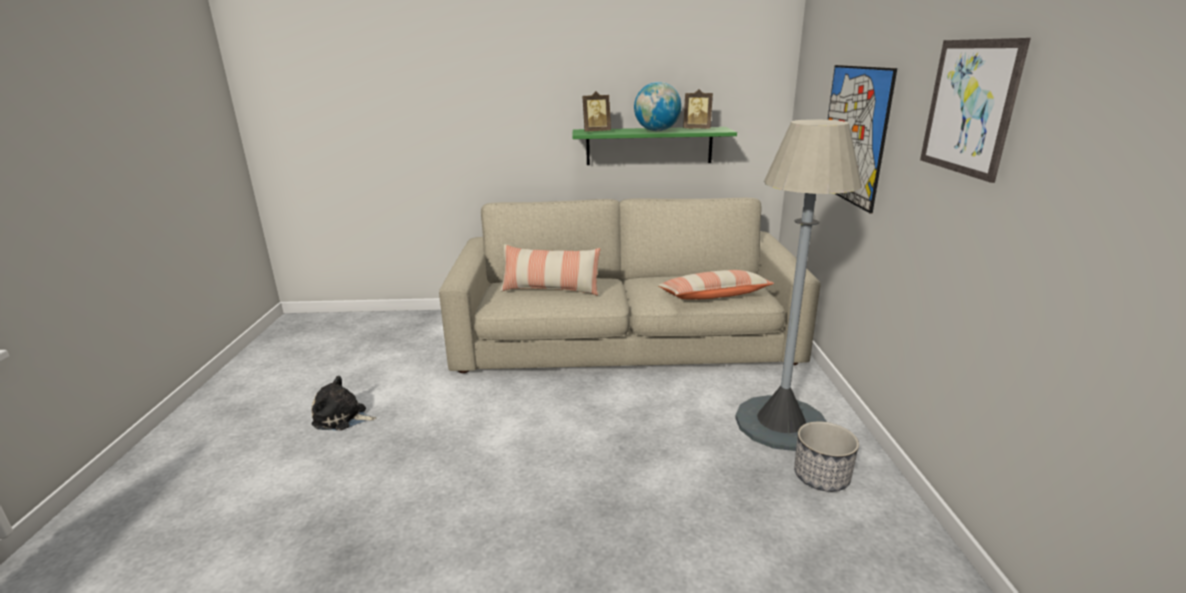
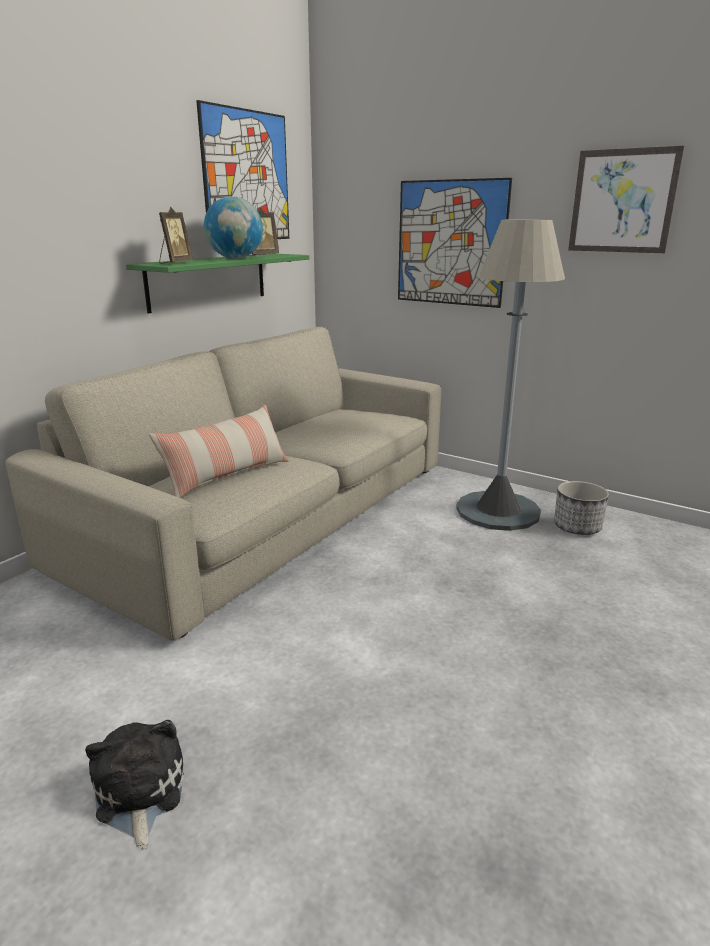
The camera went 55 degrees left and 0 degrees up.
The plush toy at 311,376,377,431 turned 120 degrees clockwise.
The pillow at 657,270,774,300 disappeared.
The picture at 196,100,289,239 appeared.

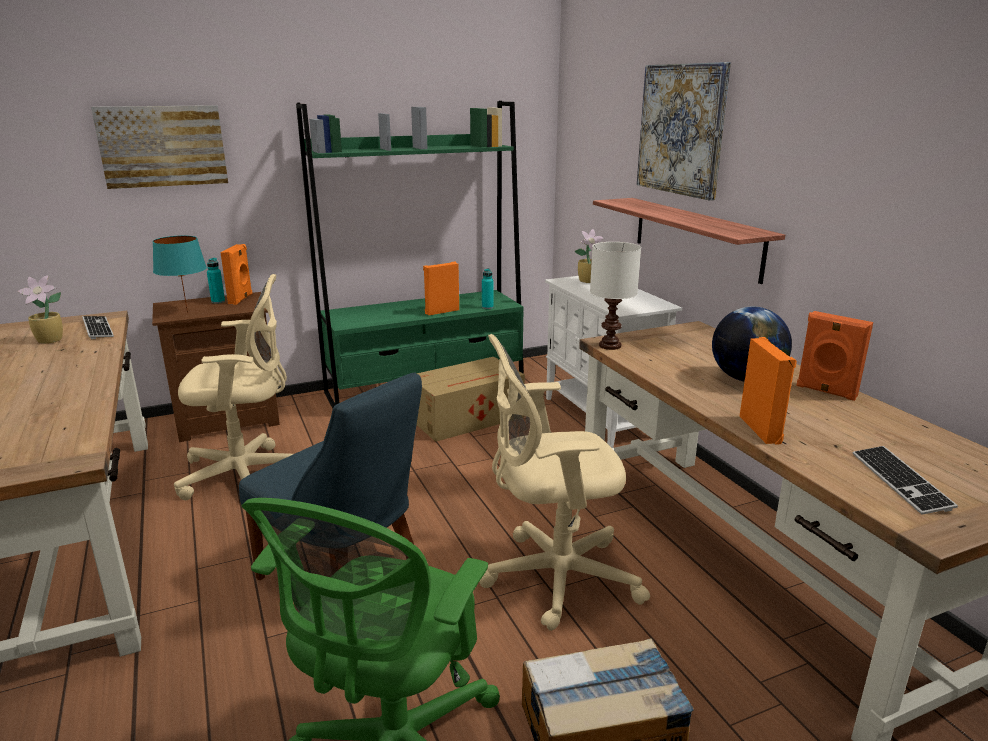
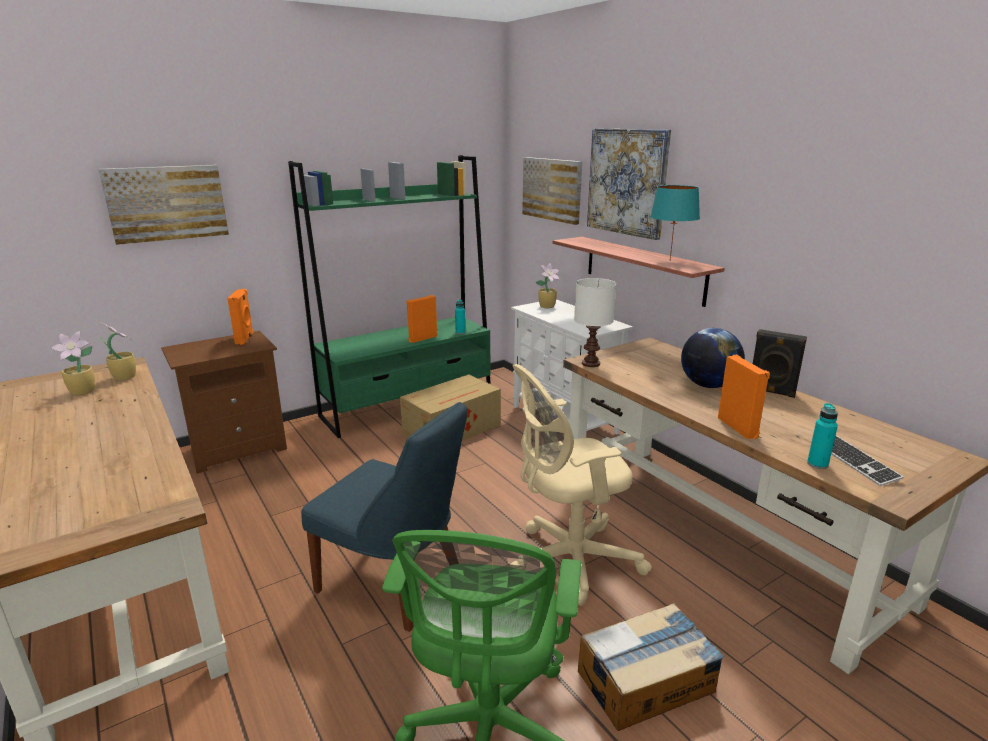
The camera went 10 degrees left and 0 degrees up.
The keyboard at 82,316,114,339 was replaced by the potted plant at 100,322,136,381.
The turquoise table lamp moved from 153,236,207,313 to 650,185,700,260.
The beige office chair at 174,274,293,500 disappeared.
The turquoise bottle moved from 207,258,225,304 to 807,403,838,469.
The orange speaker at 796,311,873,401 became the black speaker at 753,329,807,398.
The picture at 522,157,582,225 appeared.

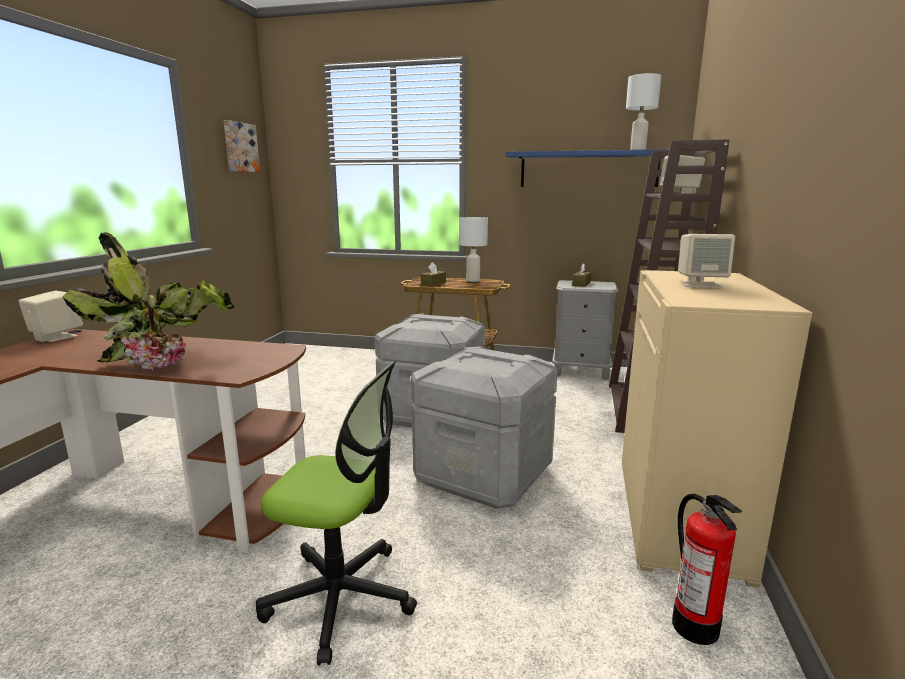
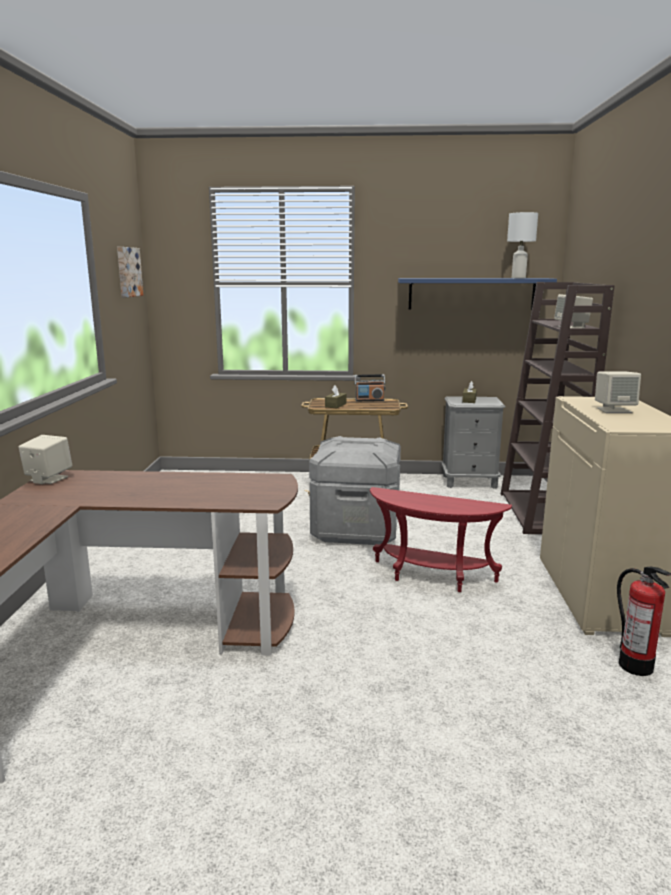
The camera went 10 degrees left and 0 degrees up.
The potted plant at 63,232,234,370 disappeared.
The office chair at 256,361,417,665 disappeared.
The grey storage box at 411,347,558,509 was replaced by the red side table at 370,487,512,592.
The white table lamp at 459,217,488,282 was replaced by the radio at 354,374,385,401.

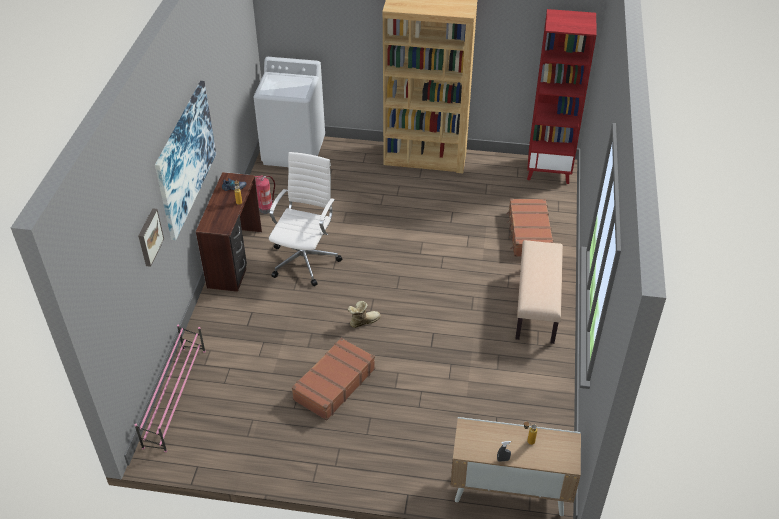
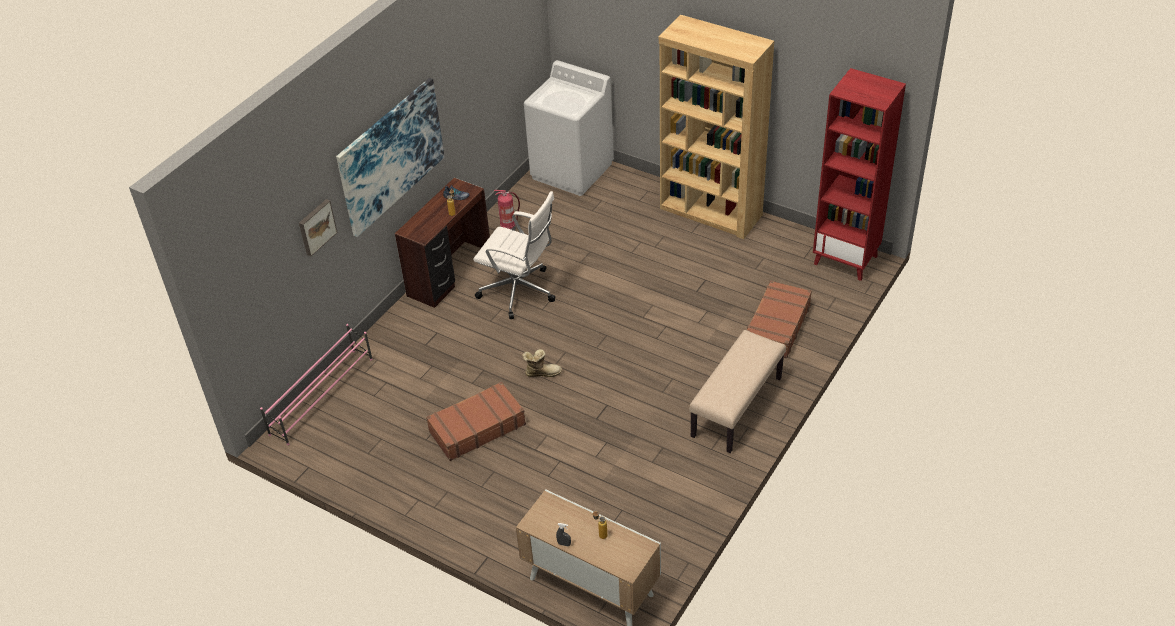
The camera went 25 degrees right and 0 degrees up.
The white office chair at 269,152,342,286 turned 75 degrees clockwise.

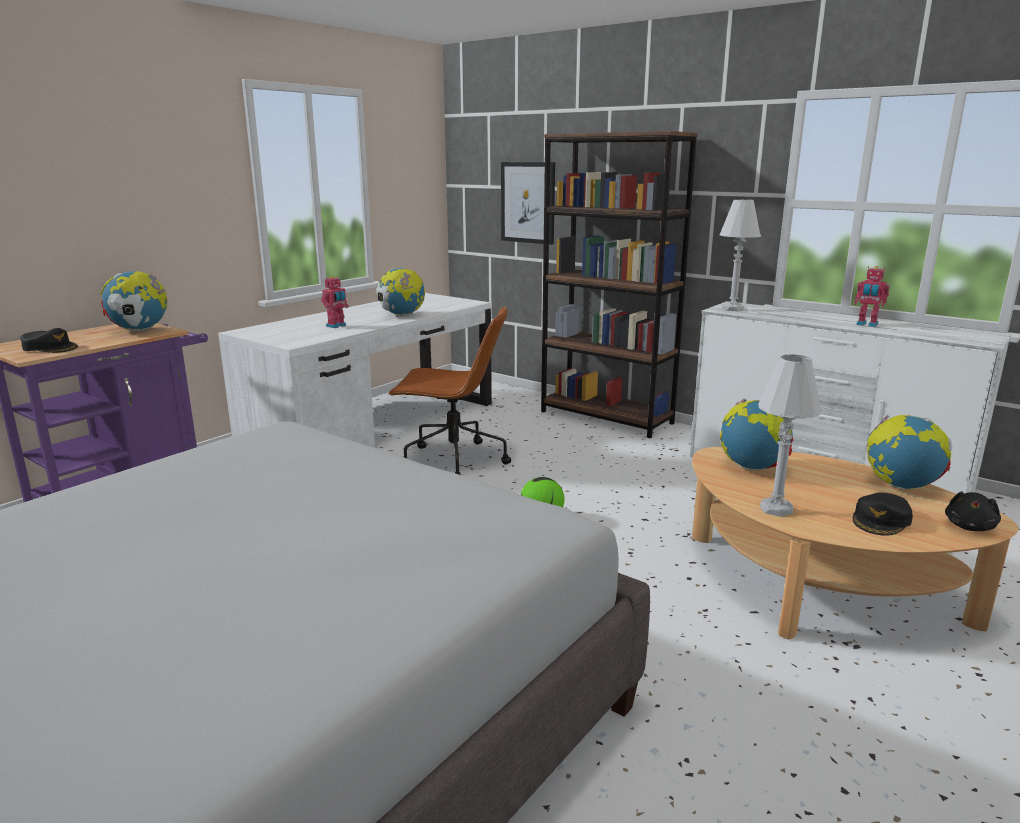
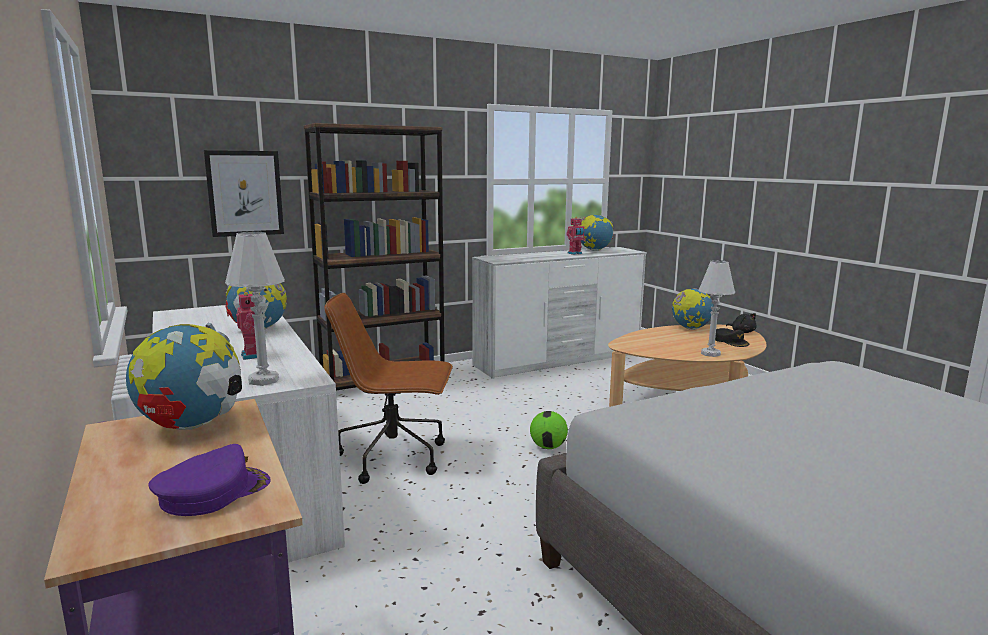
The camera went 65 degrees left and 5 degrees down.
The black cap at 20,328,78,353 became the purple cap at 148,444,271,516.
The brown office chair at 388,306,511,475 turned 120 degrees counterclockwise.
The white table lamp moved from 720,199,761,311 to 225,232,285,386.
The globe moved from 720,398,793,470 to 579,215,614,251.

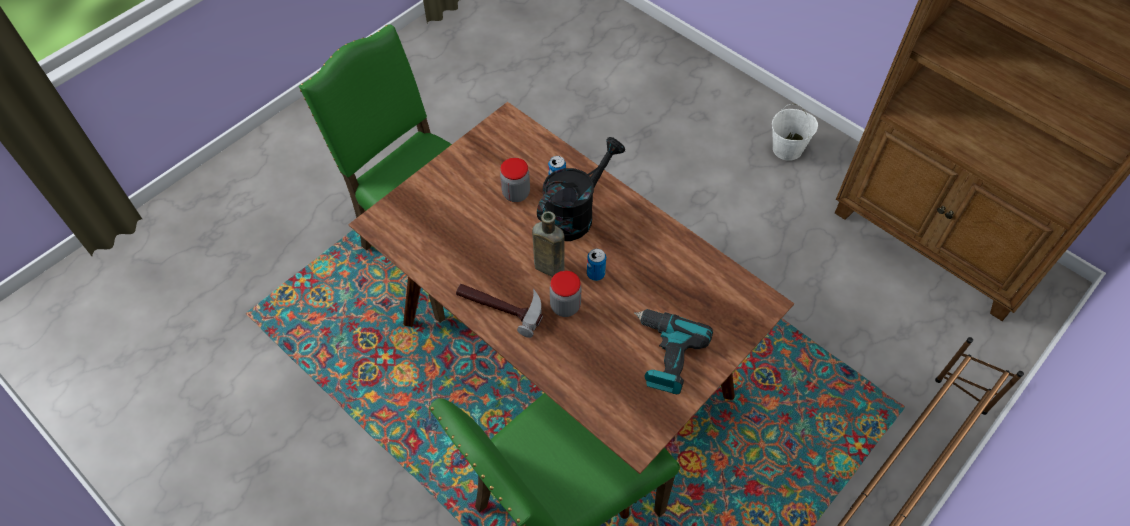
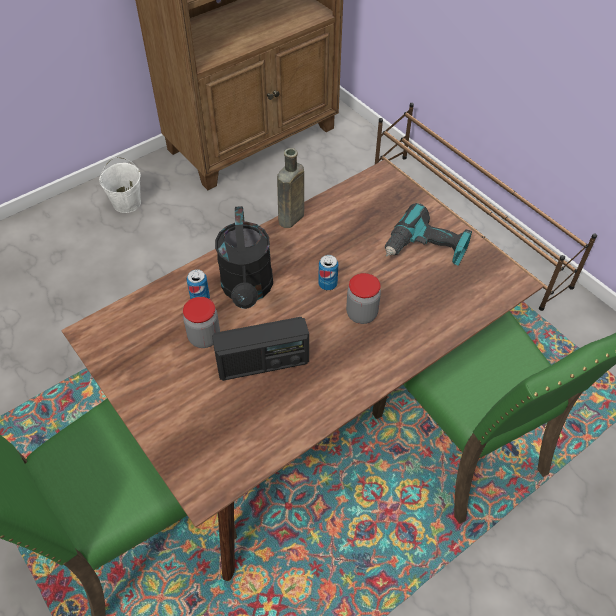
The camera went 80 degrees left and 5 degrees down.
The hammer at 456,284,543,338 disappeared.
The brown bottle moved from 532,211,565,277 to 277,148,304,228.
The black watering can at 537,137,625,241 turned 150 degrees counterclockwise.
The radio at 212,317,309,381 appeared.

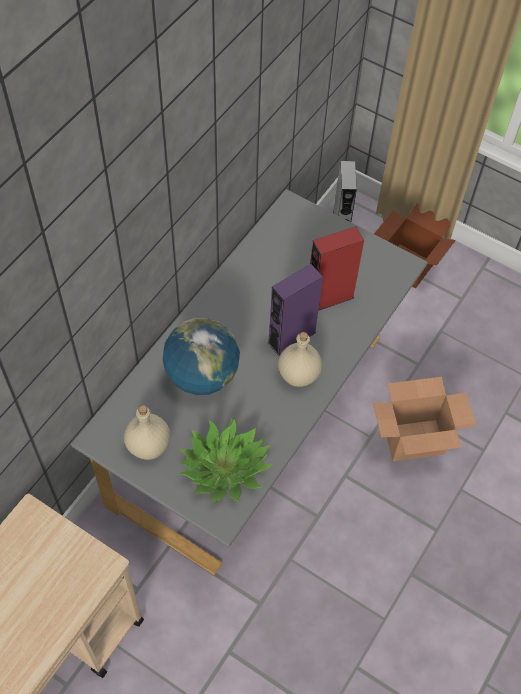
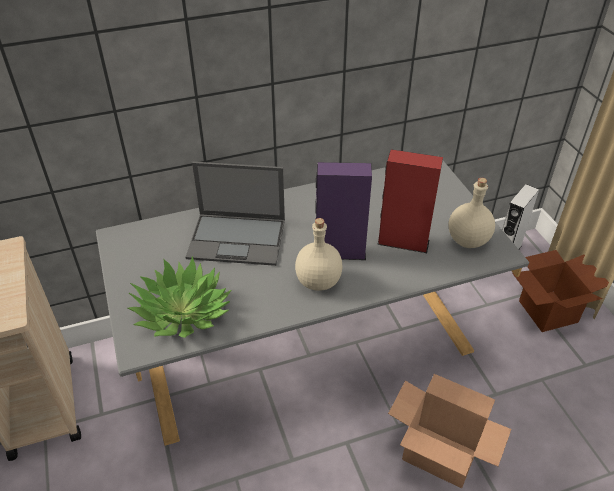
The camera went 40 degrees right and 15 degrees down.
The beige bottle moved from 124,405,170,460 to 448,178,495,248.
The globe at 163,318,240,395 was replaced by the laptop at 185,162,285,266.

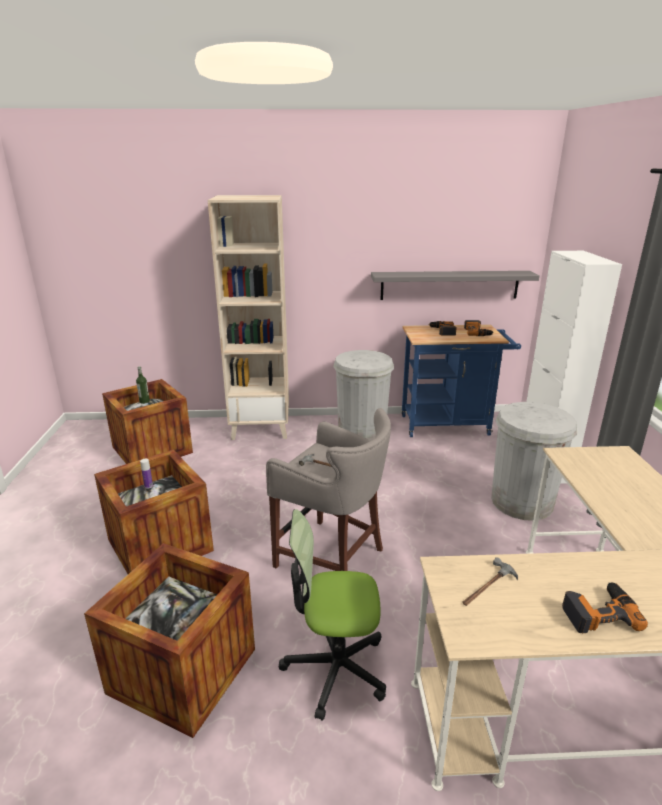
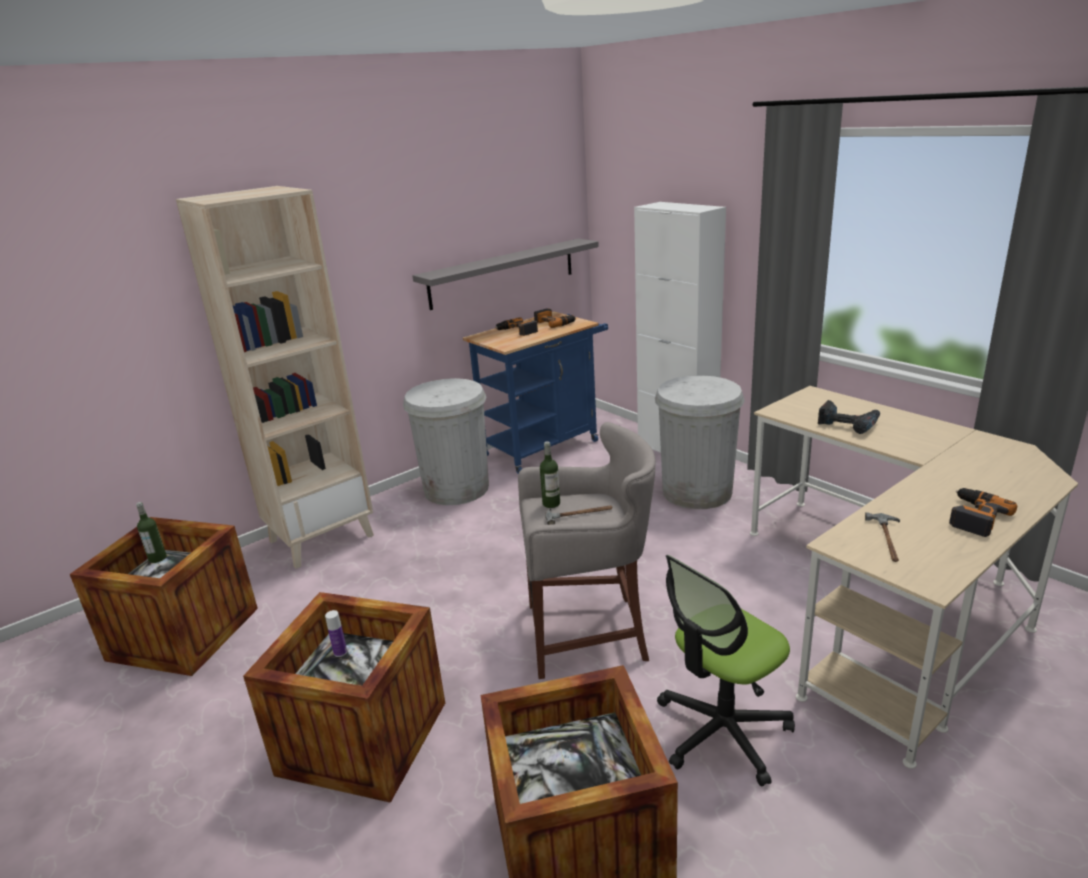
The camera went 35 degrees left and 0 degrees up.
The bottle at 540,441,560,508 appeared.
The power drill at 818,400,880,434 appeared.

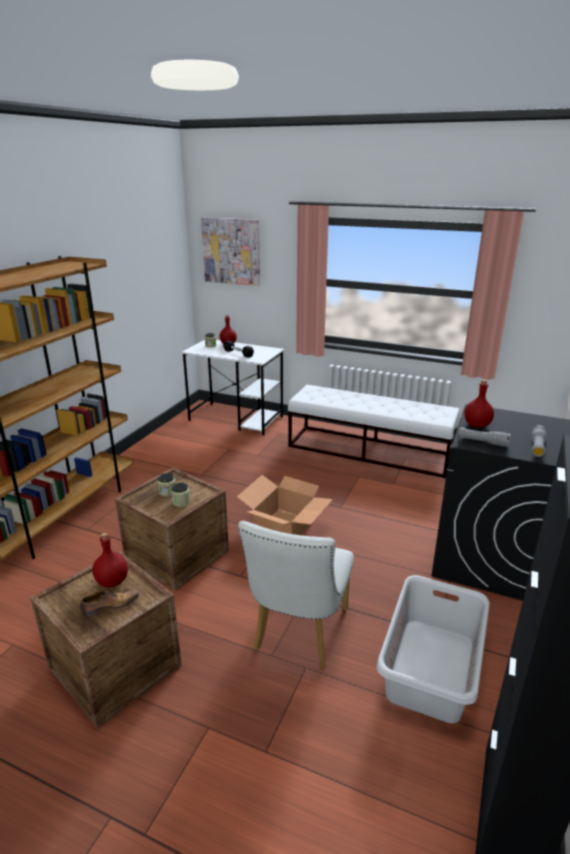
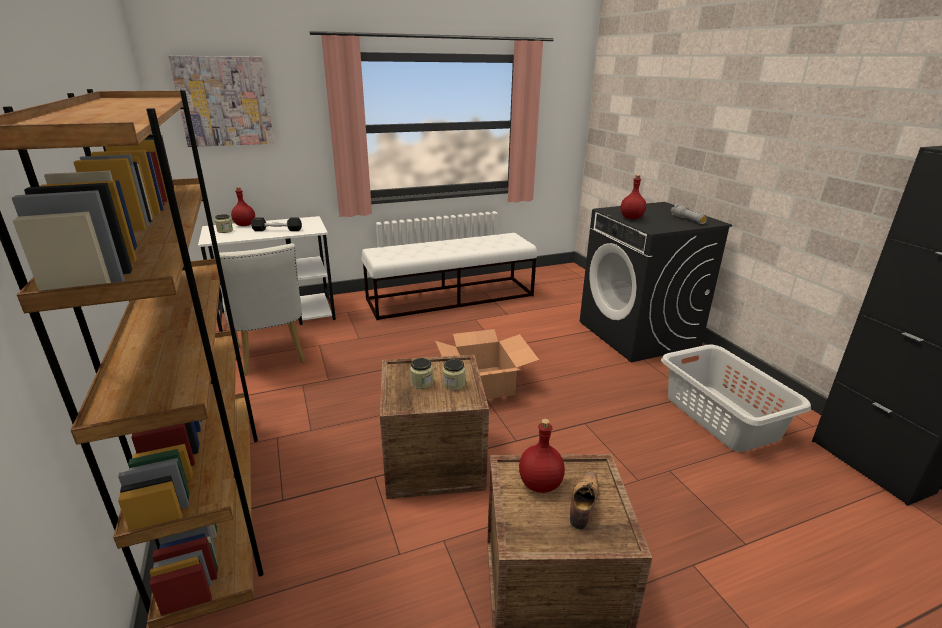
The camera went 45 degrees left and 0 degrees up.
The white chair moved from 238,521,354,668 to 214,243,306,376.
The grey flashlight at 458,427,511,447 disappeared.

